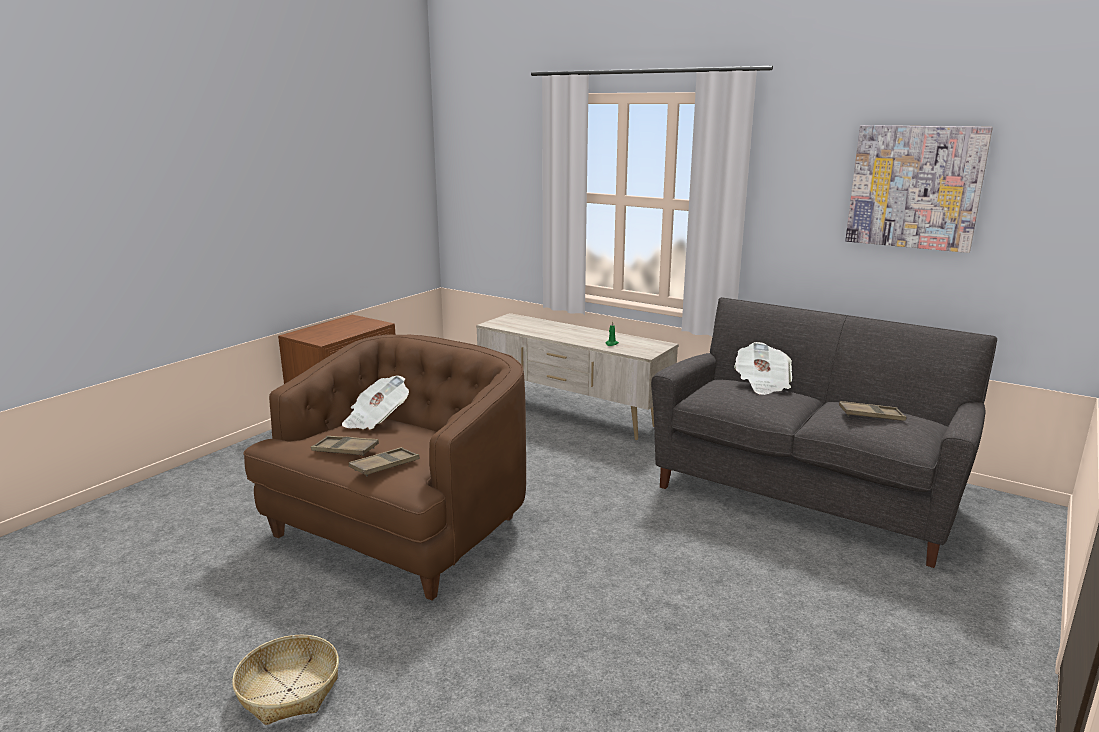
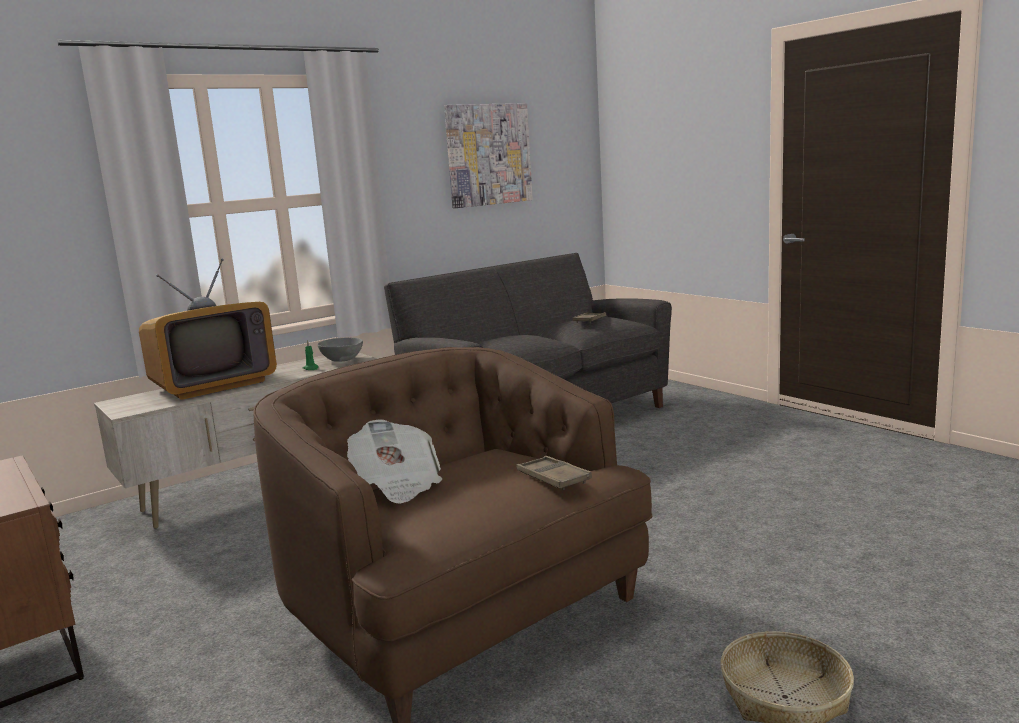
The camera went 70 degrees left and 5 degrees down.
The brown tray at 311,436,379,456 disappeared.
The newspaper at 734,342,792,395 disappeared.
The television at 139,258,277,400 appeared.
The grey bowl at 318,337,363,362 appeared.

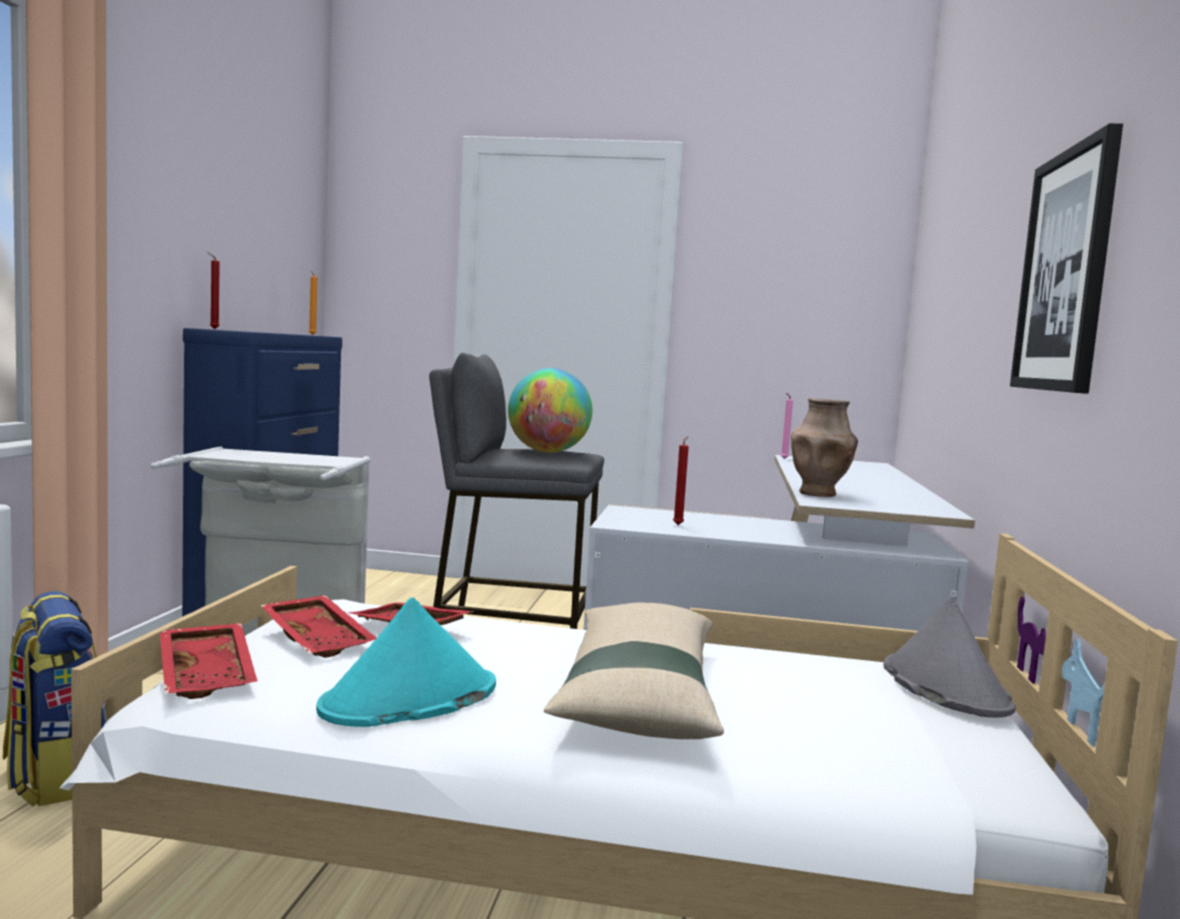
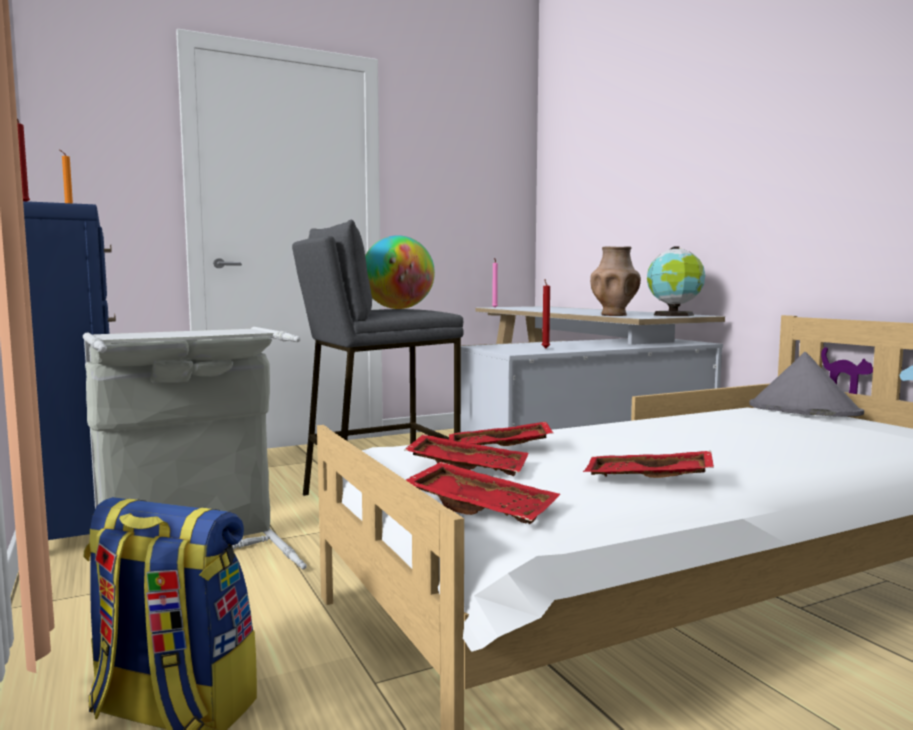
The camera went 35 degrees left and 0 degrees up.
The turquoise hat at 316,597,496,727 was replaced by the red tray at 583,451,714,478.
The beige pillow at 544,603,724,739 disappeared.
The picture at 1010,123,1123,394 disappeared.
The globe at 647,247,705,316 appeared.

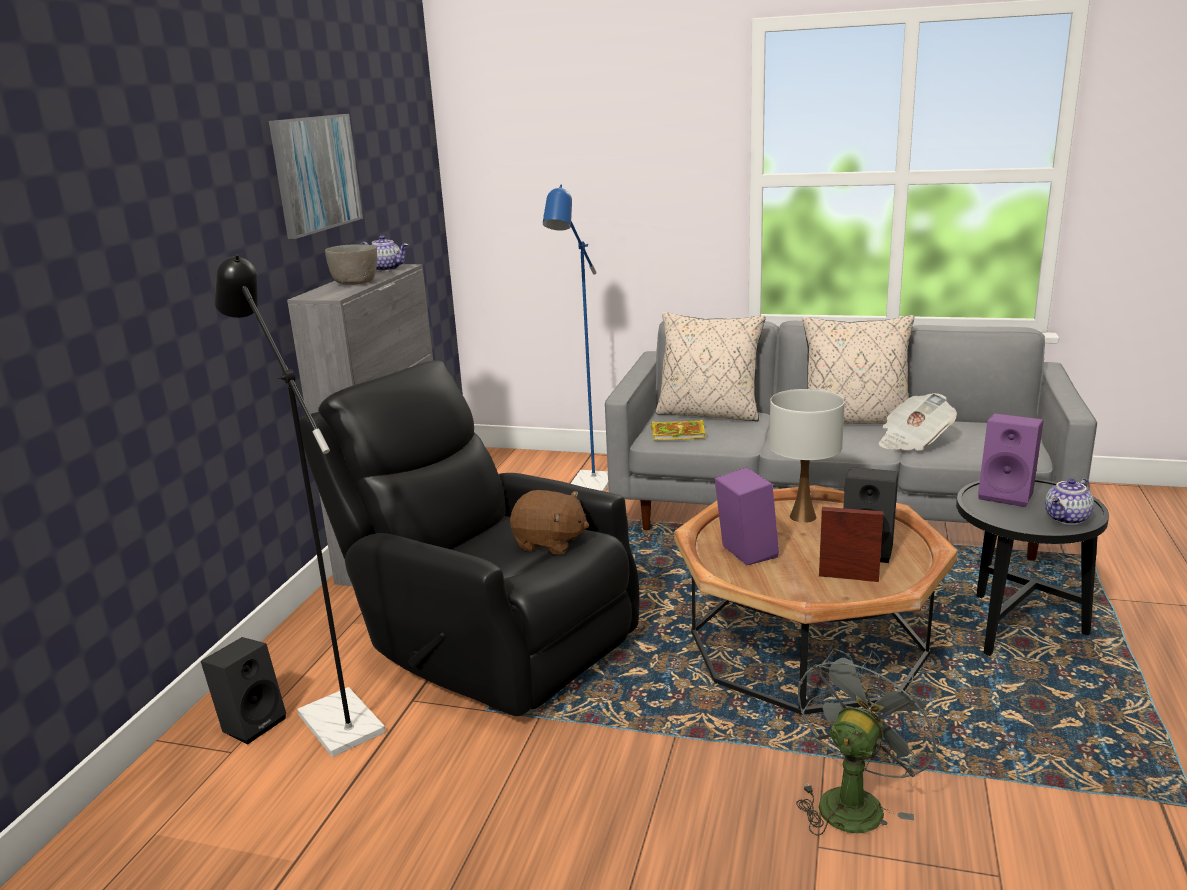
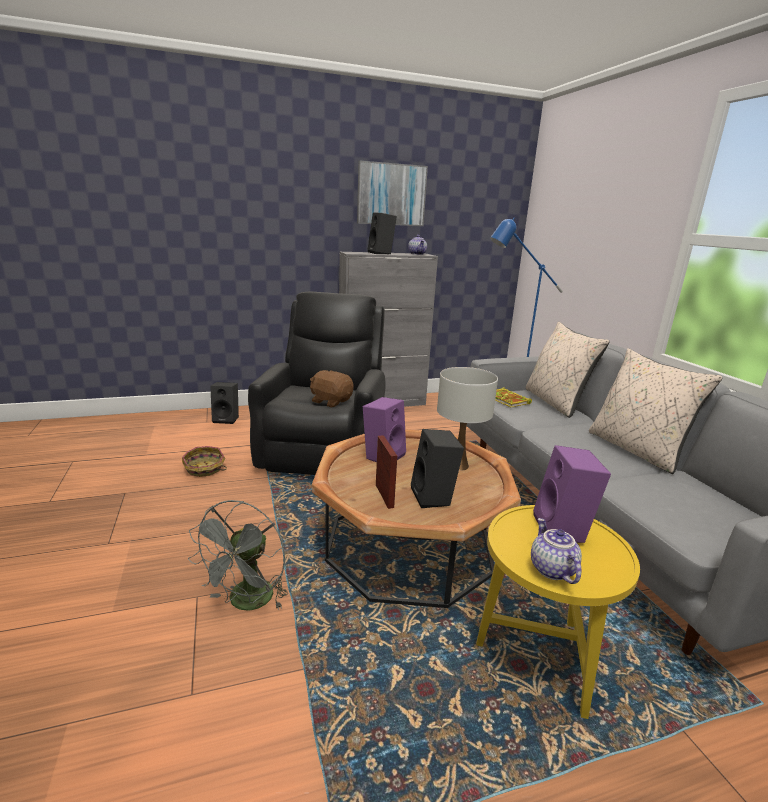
The camera went 55 degrees right and 0 degrees up.
The black floor lamp at 214,254,386,757 disappeared.
The grey bowl at 325,244,377,285 was replaced by the black speaker at 368,212,397,255.
The brown plush toy at 510,490,589,555 turned 135 degrees clockwise.
The grey fan at 796,649,940,836 turned 105 degrees clockwise.
The newspaper at 879,393,957,451 disappeared.
The black side table at 956,479,1109,656 became the yellow side table at 476,505,640,719.
The teapot at 1045,478,1094,525 turned 60 degrees clockwise.
The basket at 182,446,227,477 appeared.

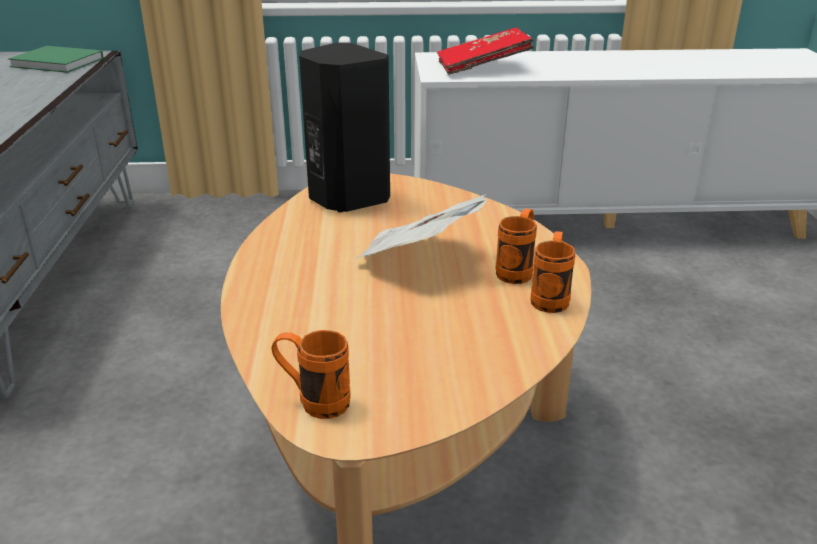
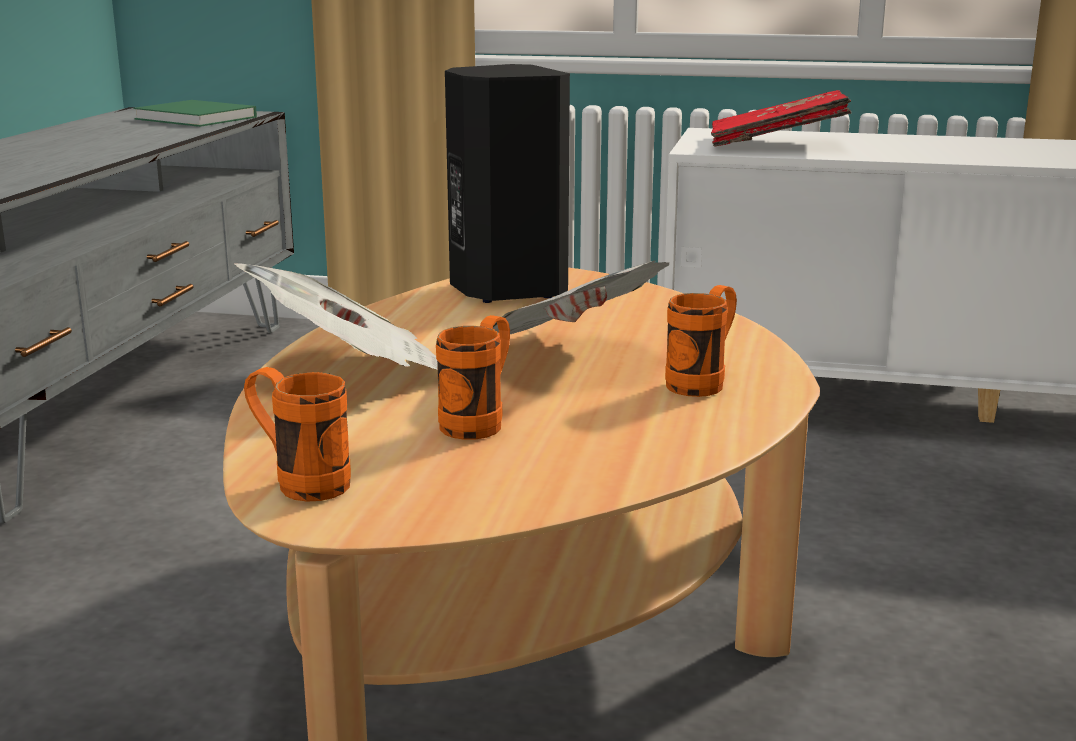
The camera went 15 degrees right and 10 degrees down.
The orange mug moved from 530,231,575,313 to 436,315,510,440.
The newspaper at 234,263,438,370 appeared.

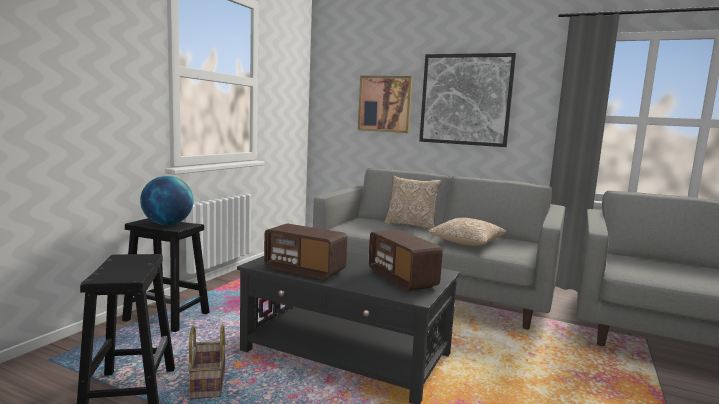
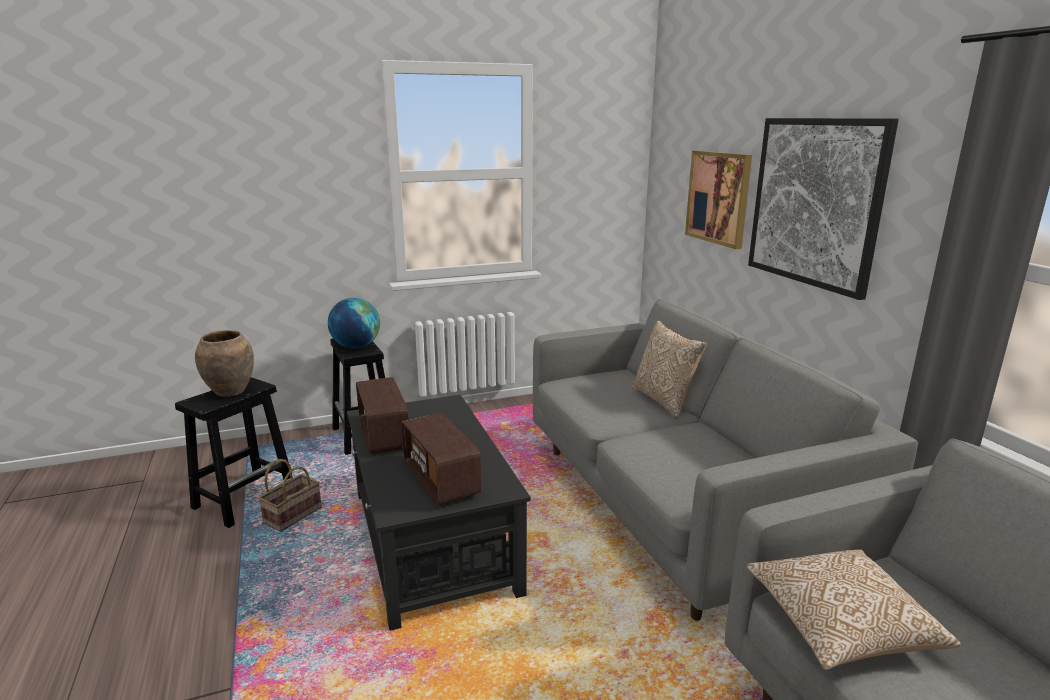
The camera went 45 degrees right and 10 degrees up.
The radio at 368,230,443,291 turned 45 degrees counterclockwise.
The pillow moved from 428,218,506,246 to 746,549,961,670.
The brown vase at 195,330,254,397 appeared.

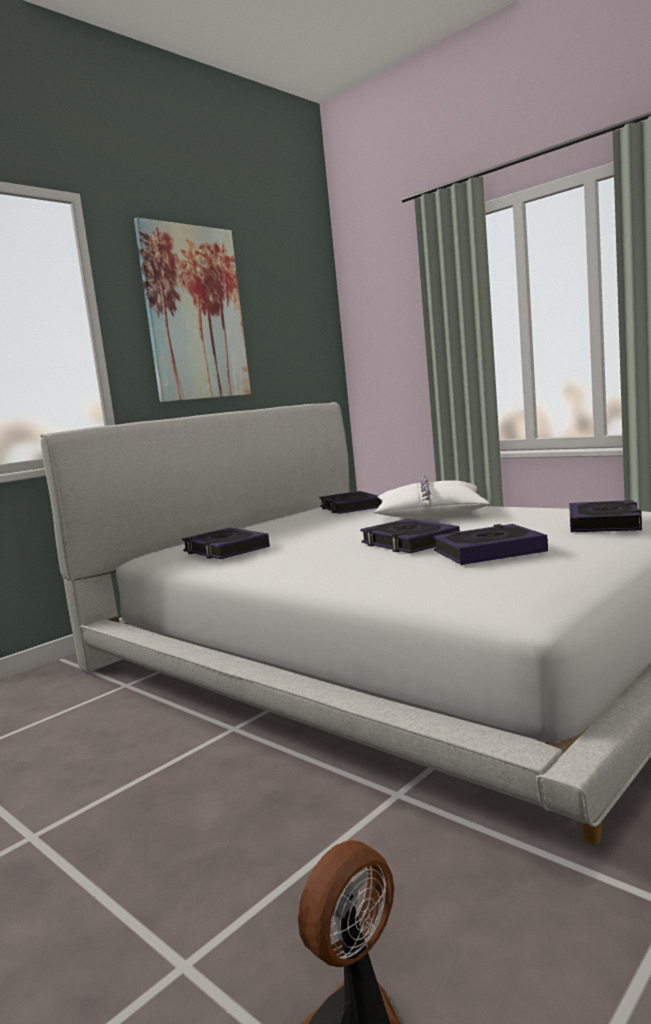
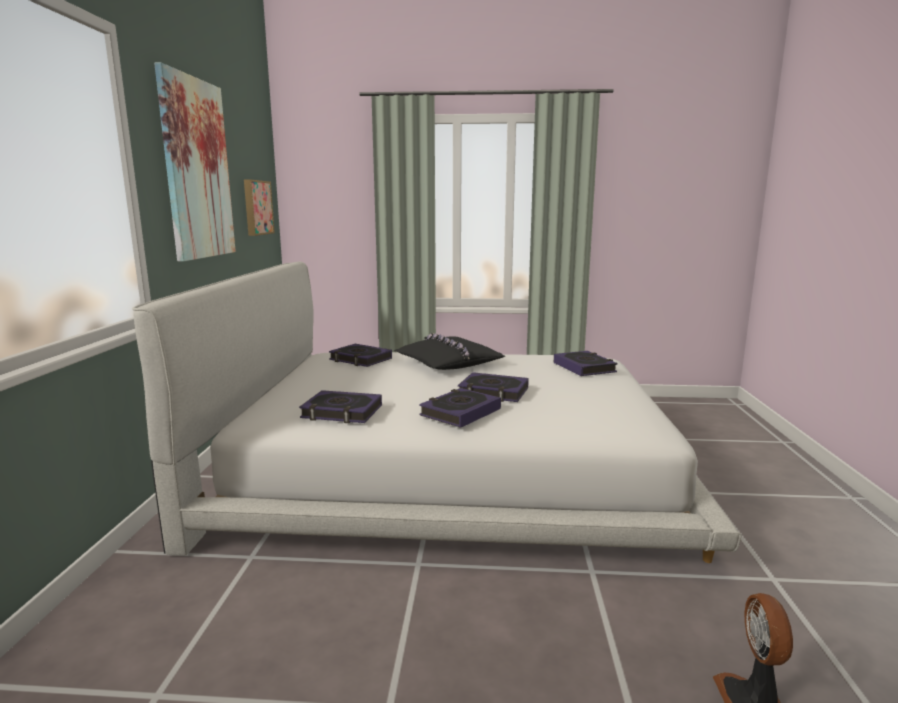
The camera went 40 degrees left and 5 degrees up.
The white pillow at 374,475,489,518 became the black pillow at 394,333,505,370.
The book moved from 433,524,548,565 to 419,388,501,428.
The picture at 244,179,275,236 appeared.

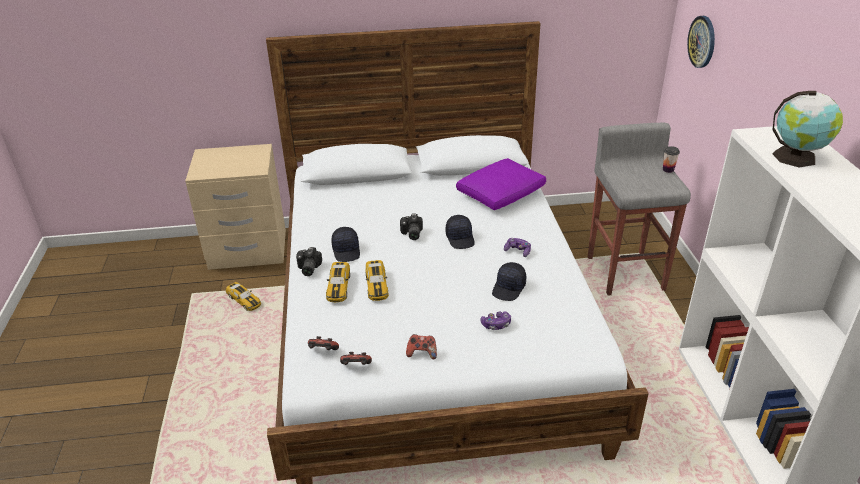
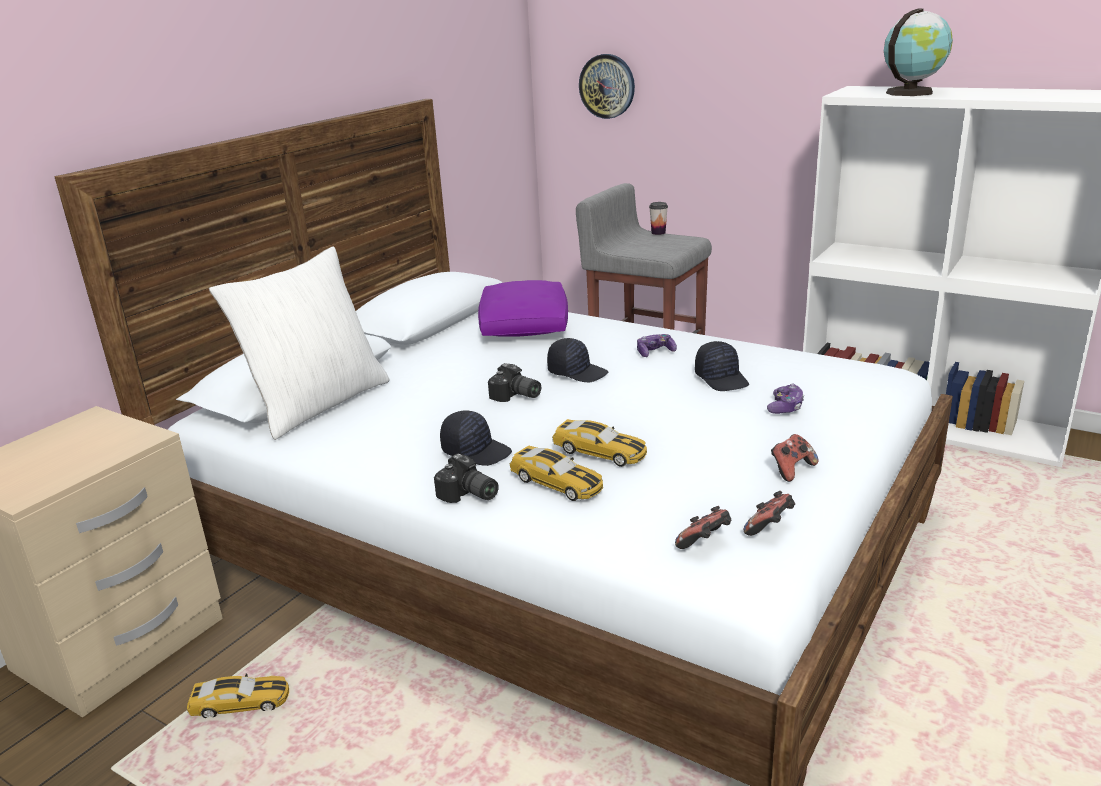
The camera went 50 degrees left and 10 degrees down.
The white pillow at 209,246,390,440 appeared.

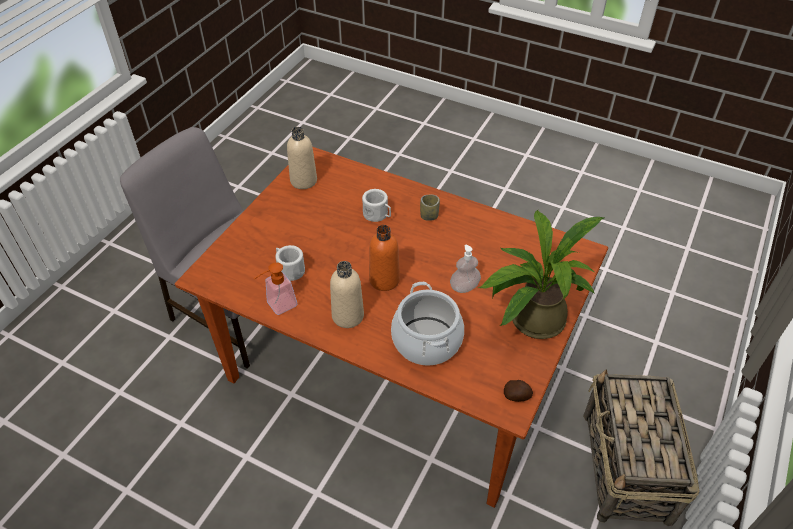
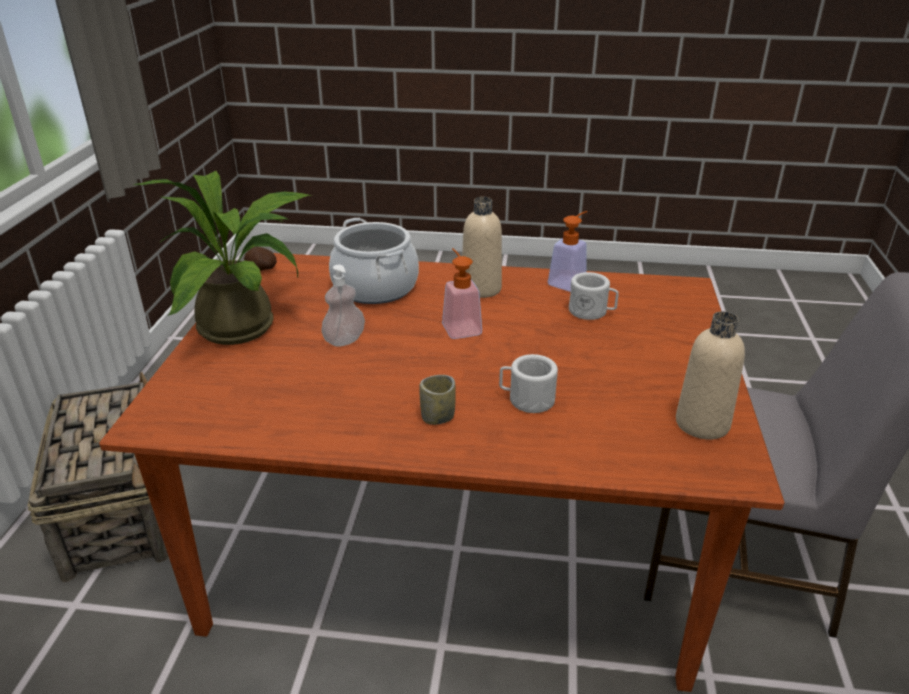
The camera went 160 degrees right and 15 degrees down.
The orange bottle at 369,225,400,291 was replaced by the soap dispenser at 442,248,482,339.

